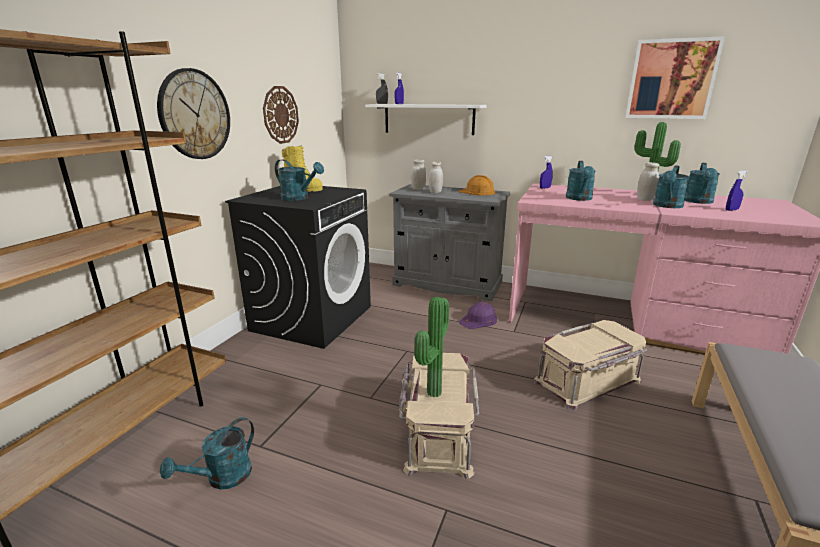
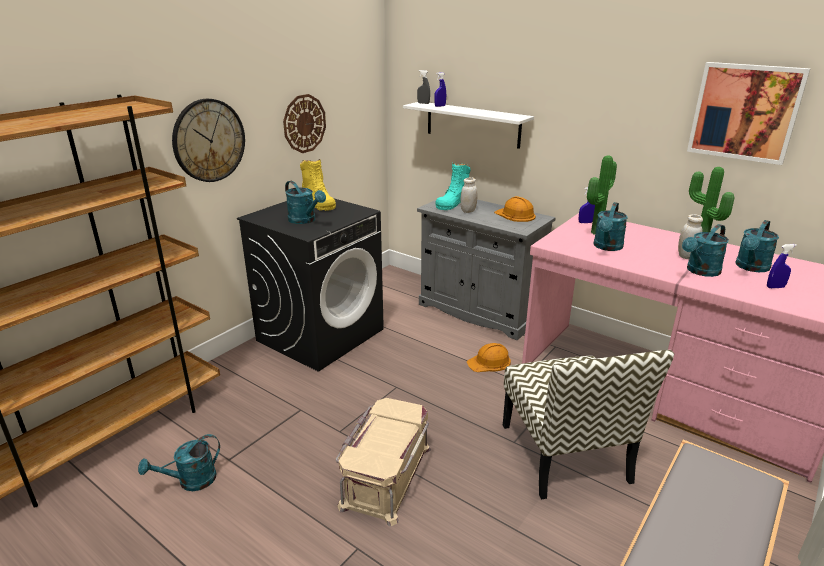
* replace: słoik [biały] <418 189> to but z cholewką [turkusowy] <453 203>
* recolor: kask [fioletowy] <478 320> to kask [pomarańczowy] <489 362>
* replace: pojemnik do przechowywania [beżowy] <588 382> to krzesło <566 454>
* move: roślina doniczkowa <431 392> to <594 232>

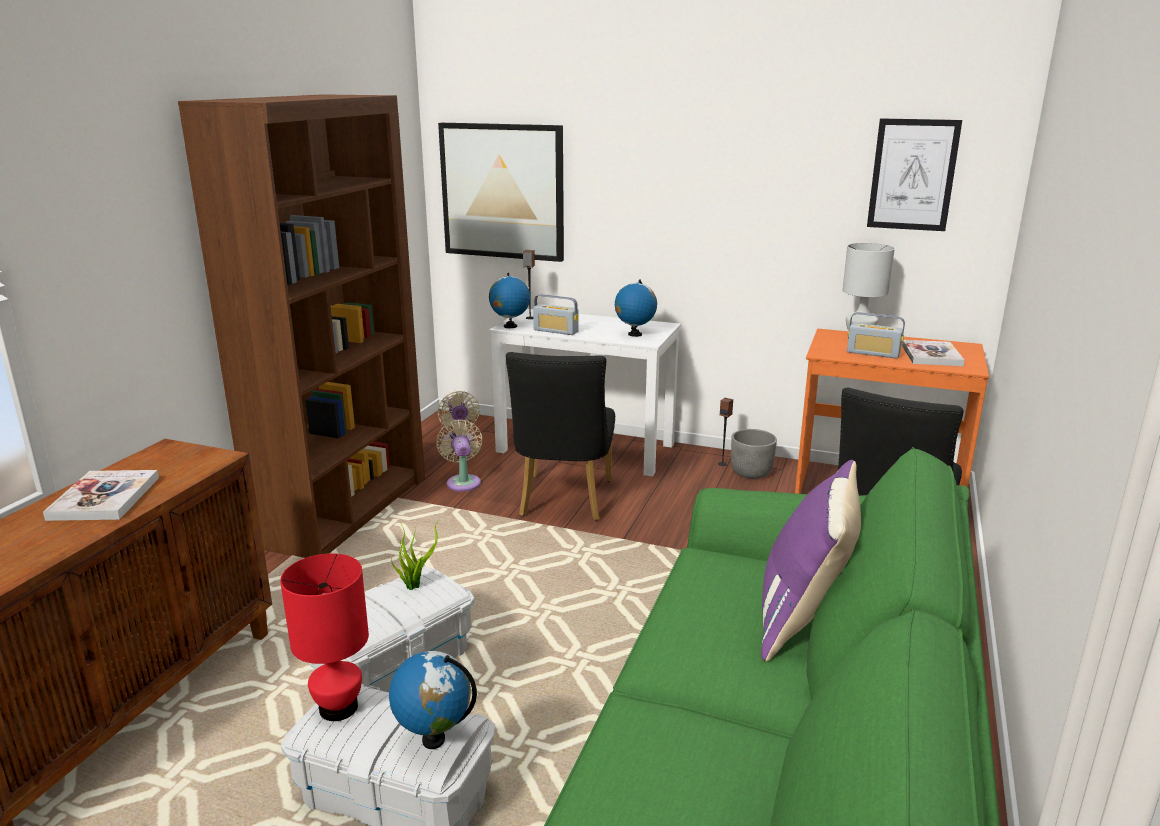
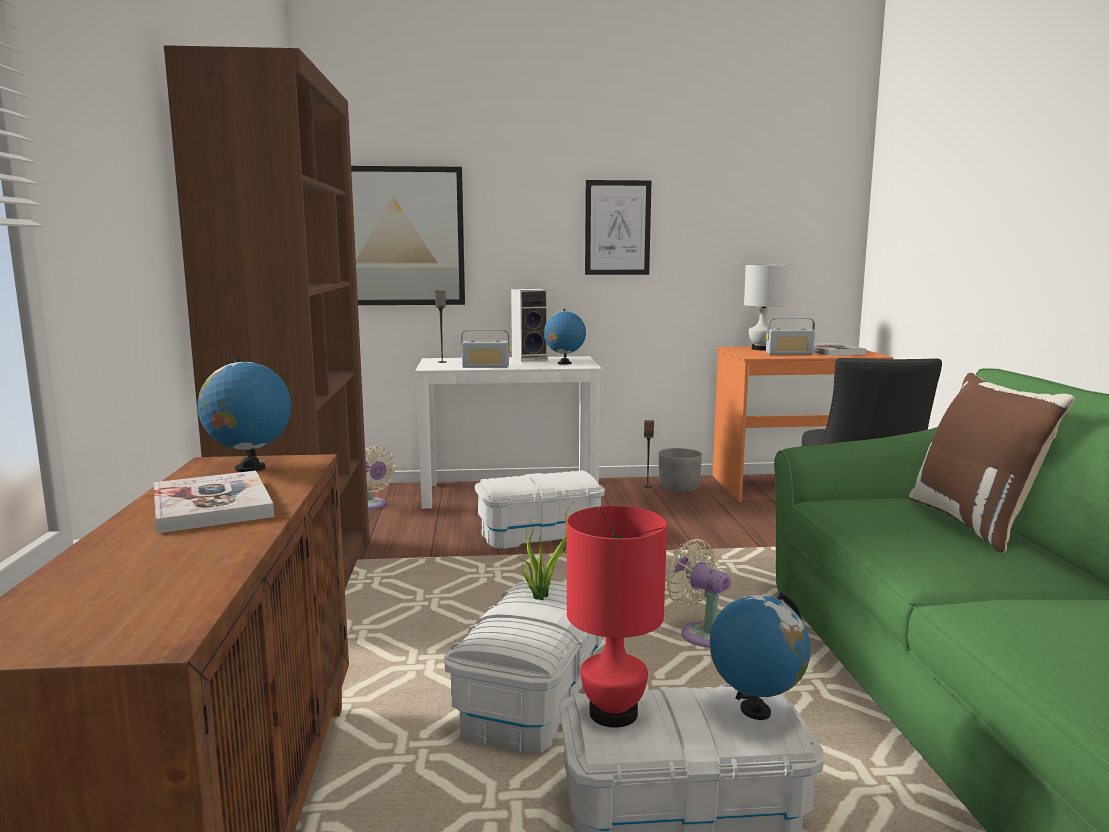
* move: globus <510 326> to <249 468>
* replace: krzesło [czarny] <563 502> to pojemnik do przechowywania [biały] <539 534>
* insert: głośnik <530 359>
* move: obraz <912 175> to <617 228>
* move: wentylator [beżowy] <463 481> to <702 634>
* recolor: poduszka [fioletowy] <803 618> to poduszka [brązowy] <976 523>

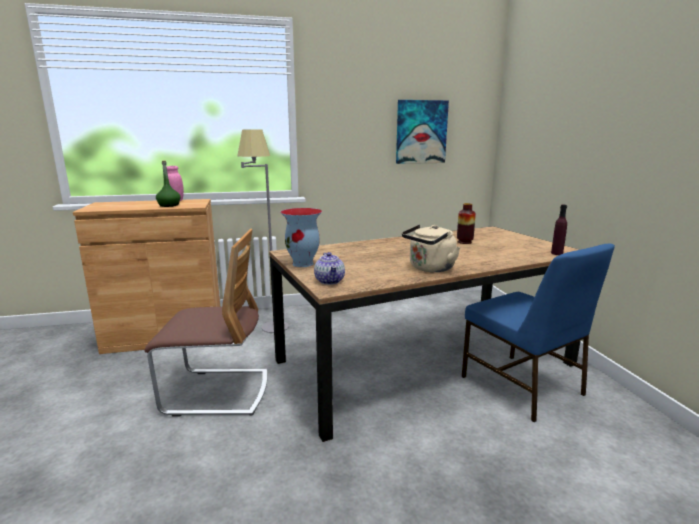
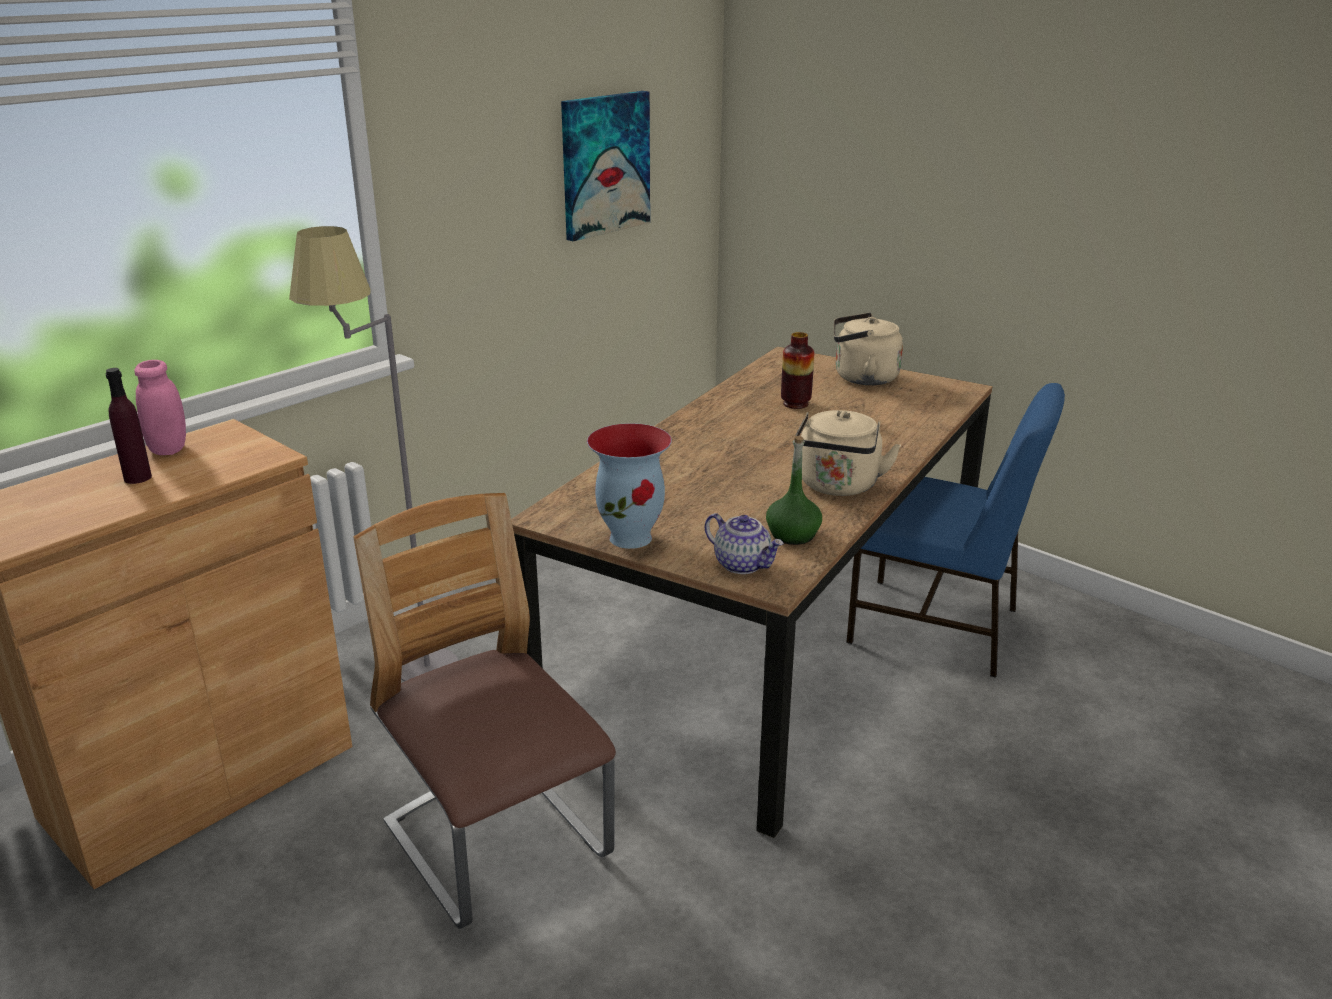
* move: butelka [fioletowy] <557 253> to <138 478>
* rotate: krzesło <217 392> = <497 843> 90 degrees counterclockwise
* move: butelka [zielony] <169 205> to <793 535>
* insert: czajnik [beżowy] <861 378>

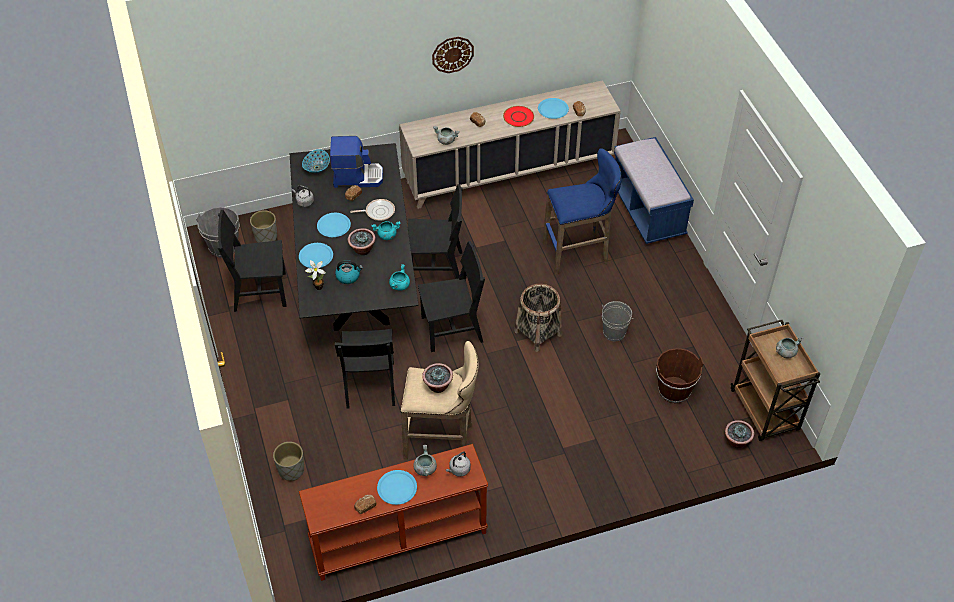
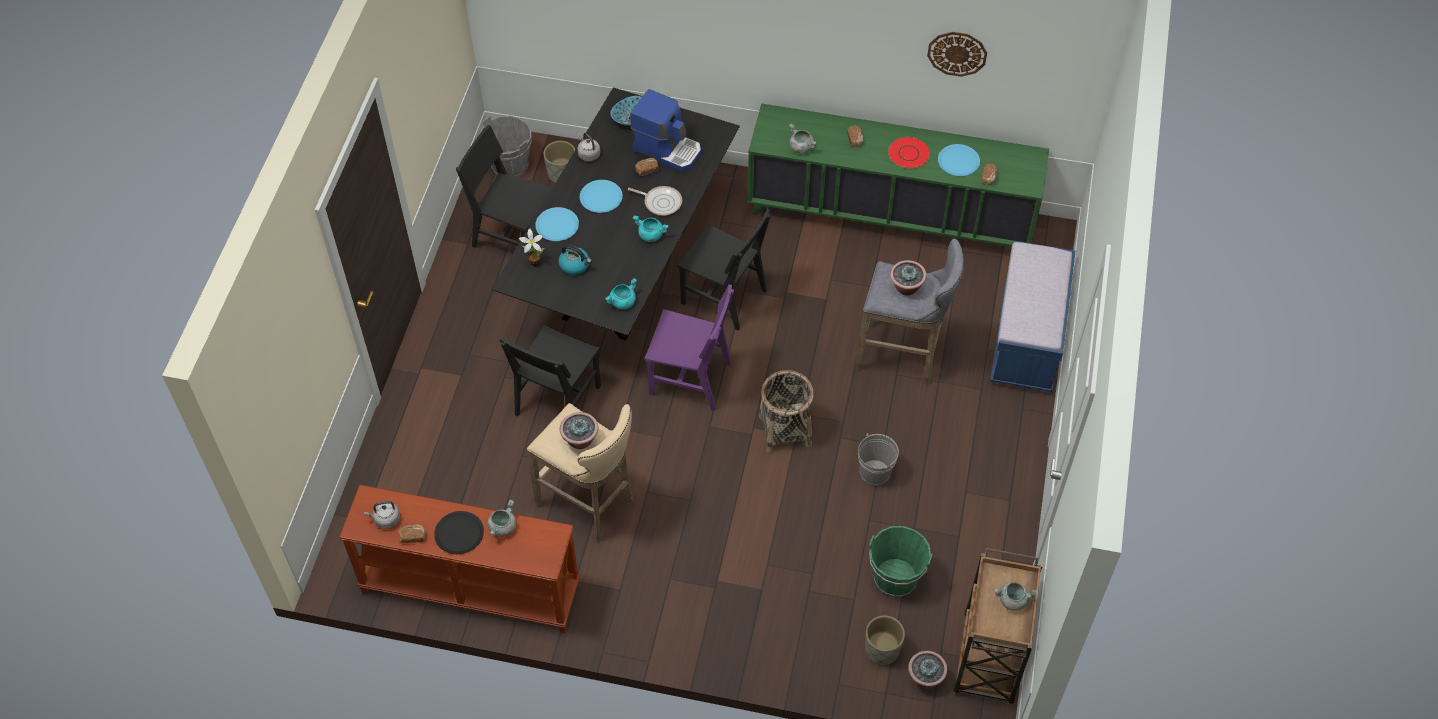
* move: czajnik [szary] <459 470> to <386 519>
* recolor: talerz [niebieski] <397 487> to talerz [czarny] <459 533>
* recolor: krzesło [czarny] <452 329> to krzesło [fioletowy] <690 379>
* recolor: szafka [beżowy] <508 172> to szafka [zielony] <890 216>
* recolor: stołek [niebieski] <578 253> to stołek [szary] <902 355>
* move: donica [szary] <291 470> to <882 649>
* recolor: wiadro [brązowy] <674 390> to wiadro [zielony] <895 578>
* move: roślina doniczkowa <362 250> to <906 288>
* move: zegar ścienny <452 54> to <957 53>

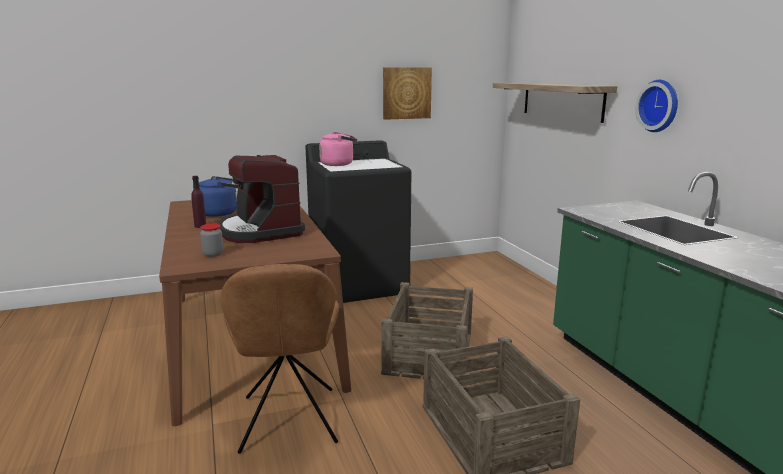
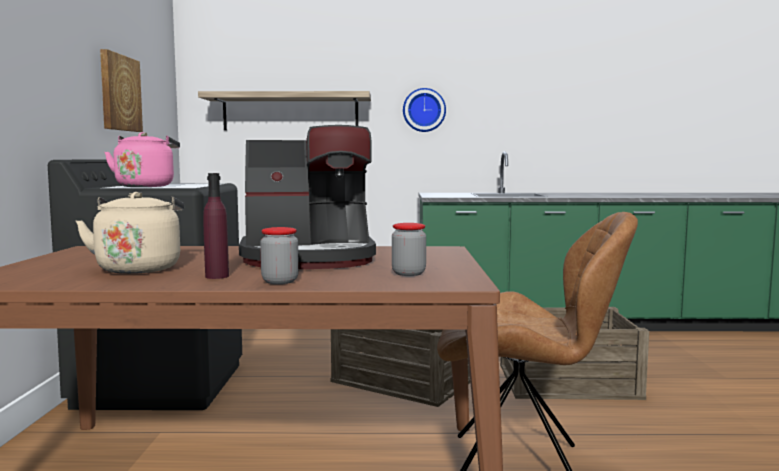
* recolor: czajnik [niebieski] <221 213> to czajnik [beżowy] <139 268>
* insert: słoik <280 281>

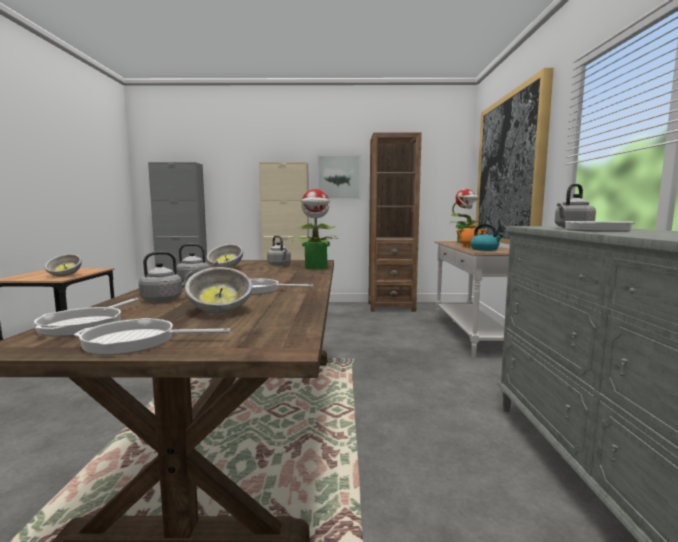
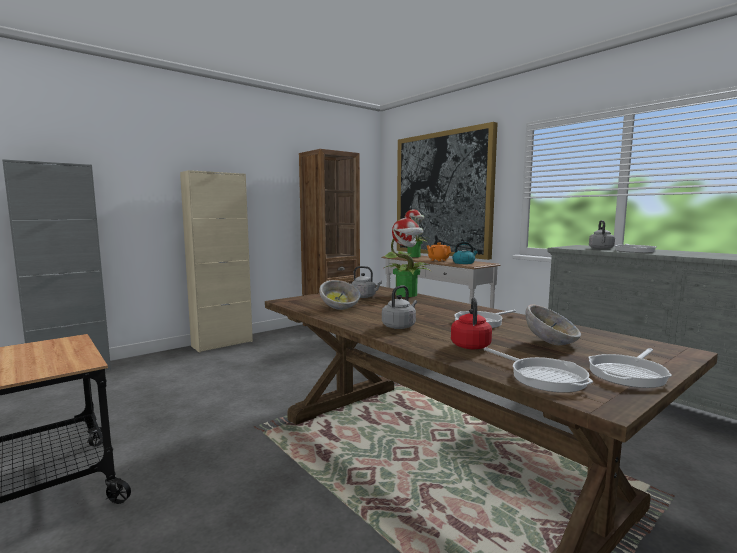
* recolor: czajnik [szary] <164 299> to czajnik [czerwony] <470 345>
* delete: miska <65 276>
* delete: obraz <338 177>

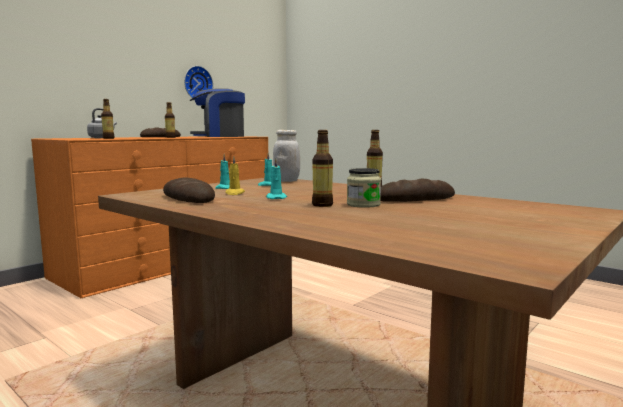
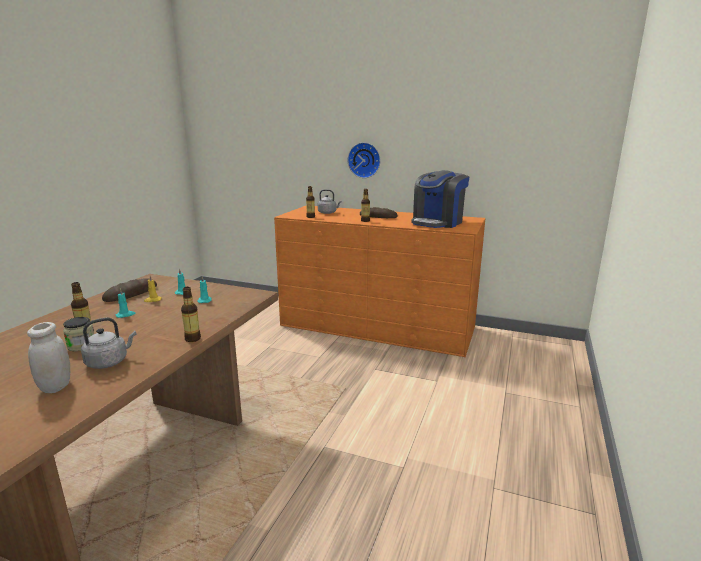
* move: słoik [biały] <286 181> to <56 387>
* replace: chleb <415 199> to czajnik [szary] <109 362>
* move: zegar ścienny <197 83> to <364 160>
* rotate: ekspres do kawy <219 136> = <437 222> 105 degrees counterclockwise

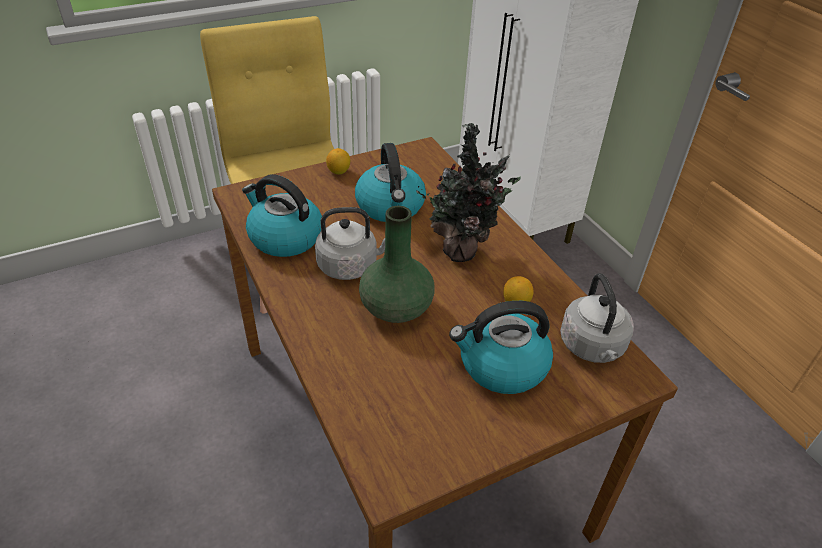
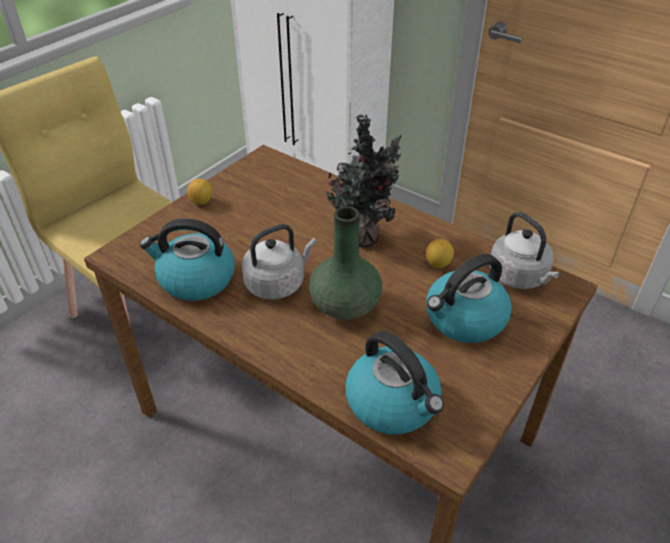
* move: czajnik <391 206> to <393 403>

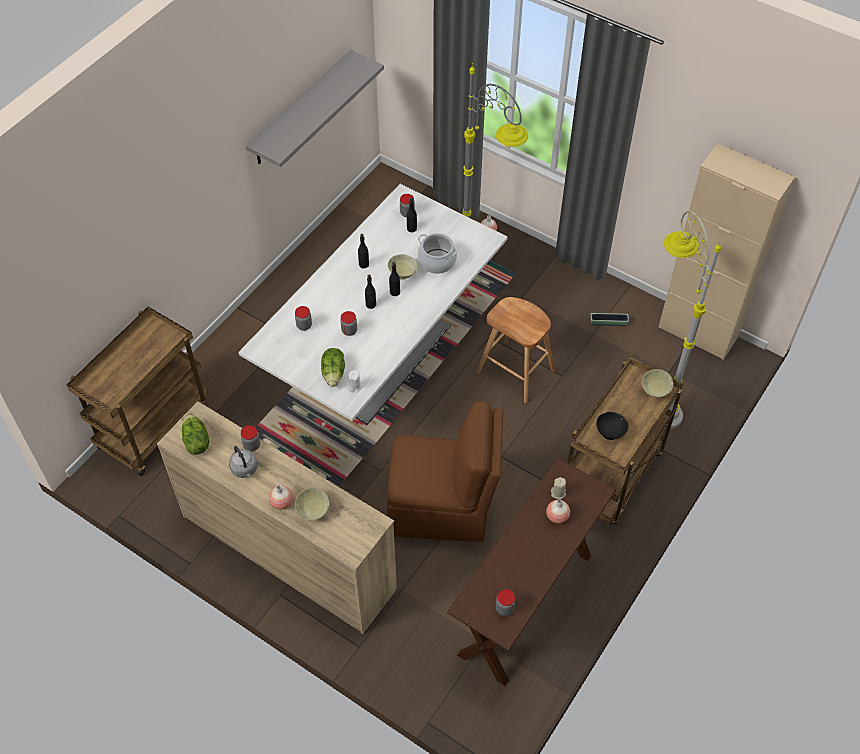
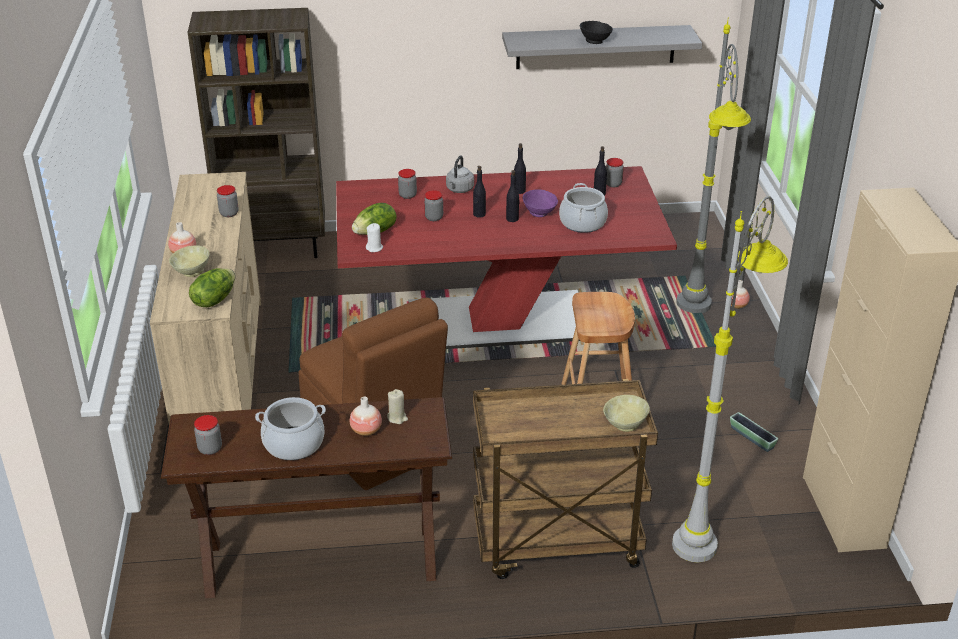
* replace: wózek [brązowy] <153 425> to regał [brązowy] <275 248>
* move: sałata <196 441> to <214 300>
* insert: garnek <294 444>
* recolor: stół jadalny [biały] <381 359> to stół jadalny [czerwony] <498 322>
* move: czajnik [szary] <245 470> to <459 190>
* recolor: miska [beżowy] <403 274> to miska [fioletowy] <539 213>
* move: miska [czarny] <610 432> to <595 41>

